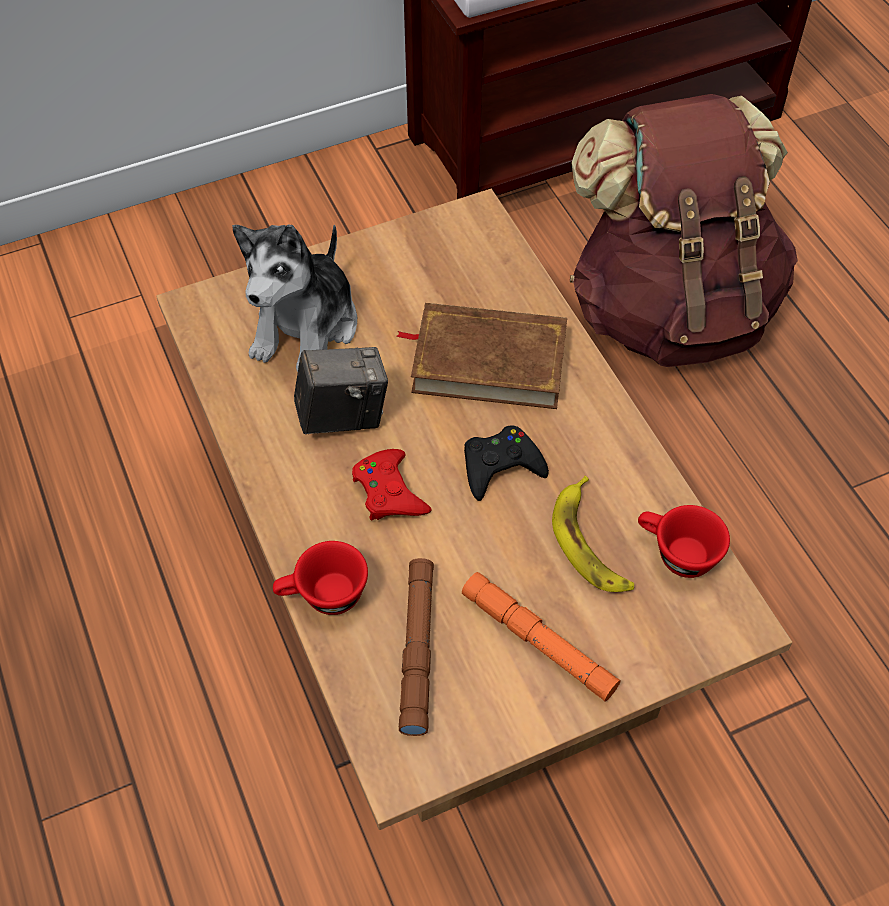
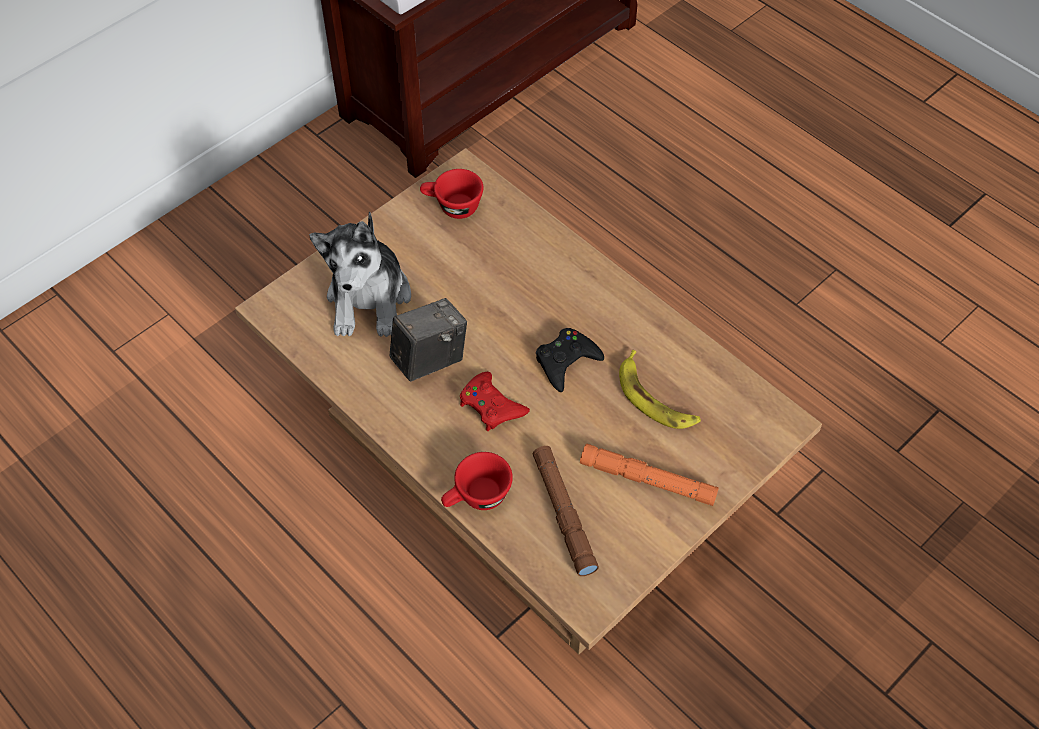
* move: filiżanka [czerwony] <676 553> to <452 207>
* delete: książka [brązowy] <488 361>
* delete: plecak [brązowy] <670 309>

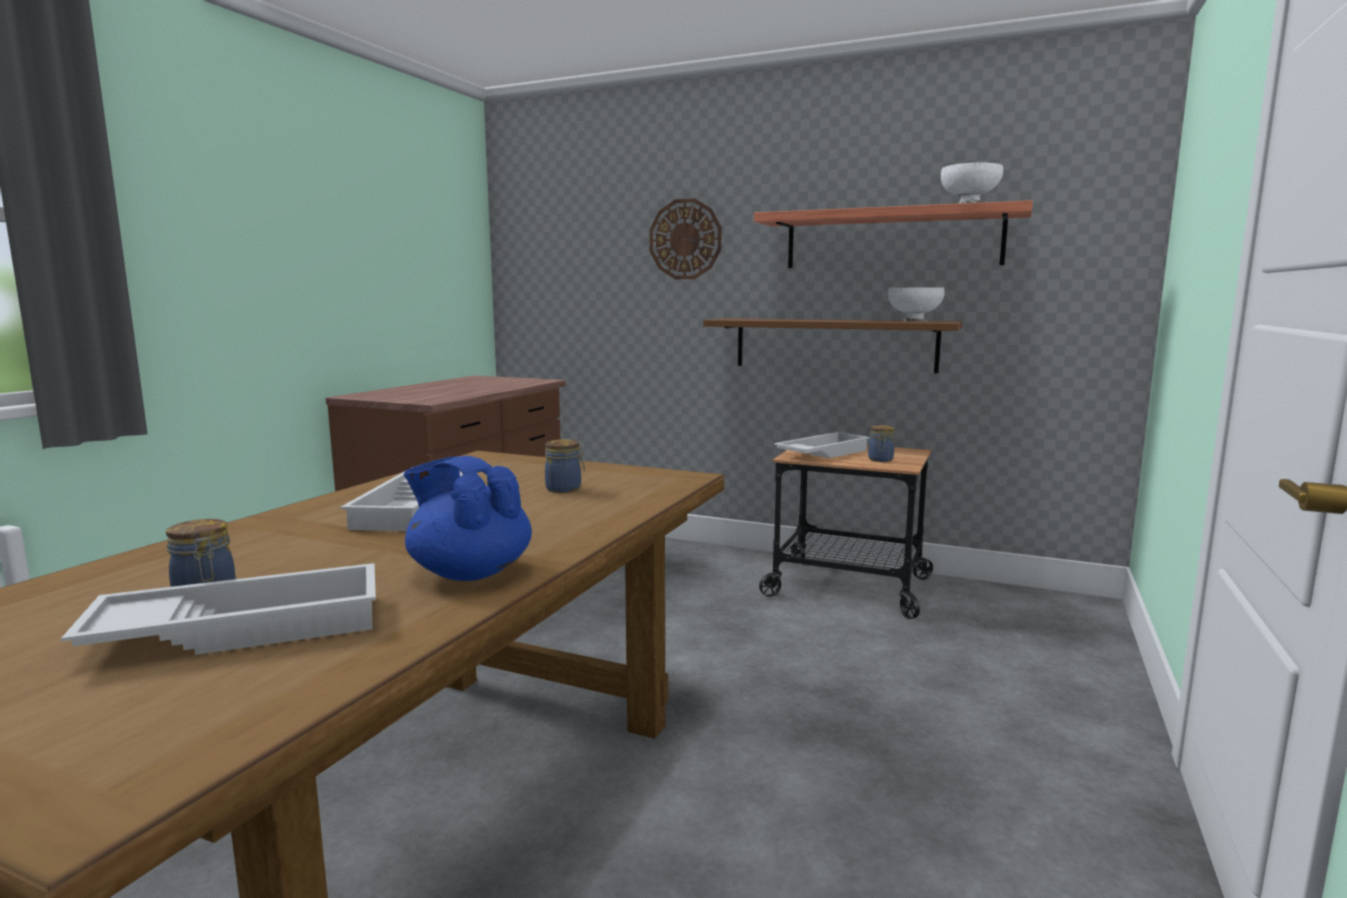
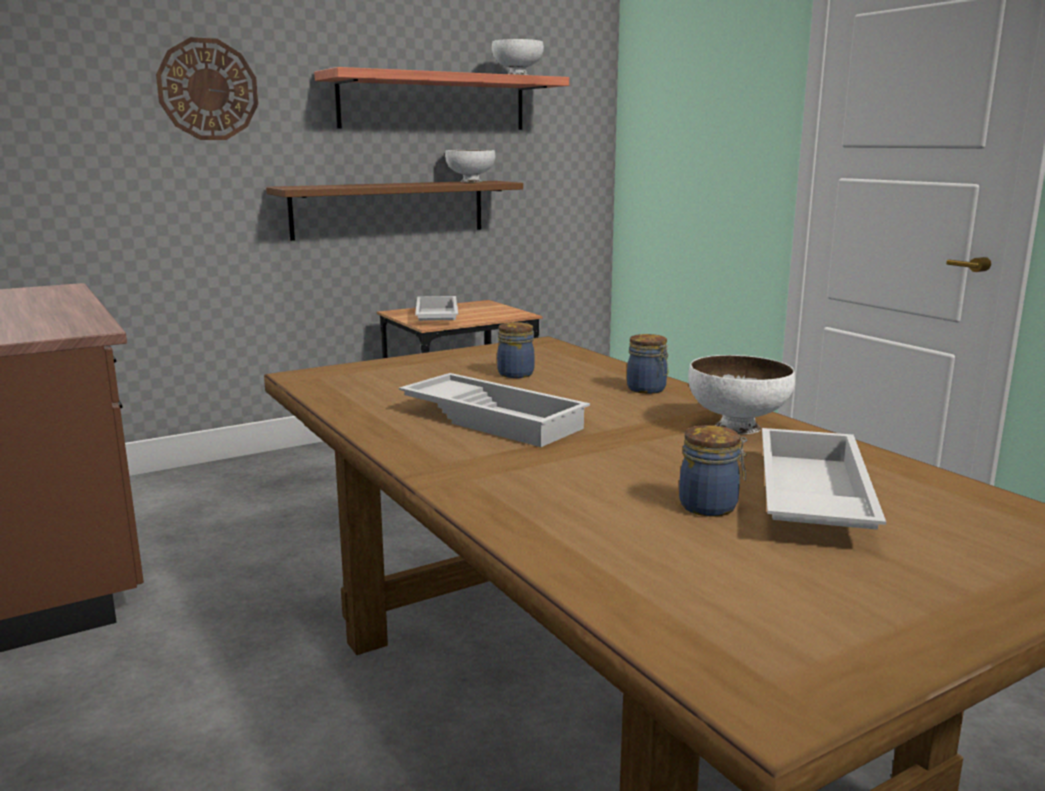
* move: słoik <880 460> to <647 389>
* replace: imbryk [niebieski] <469 572> to miska [biały] <736 427>

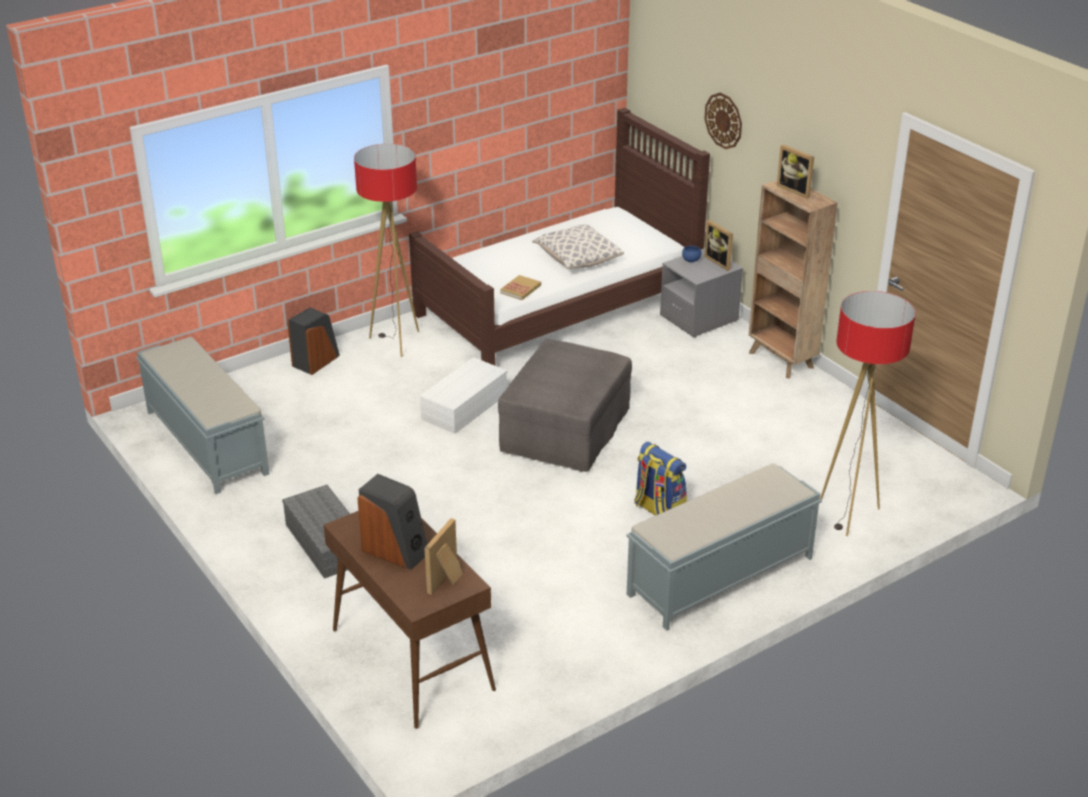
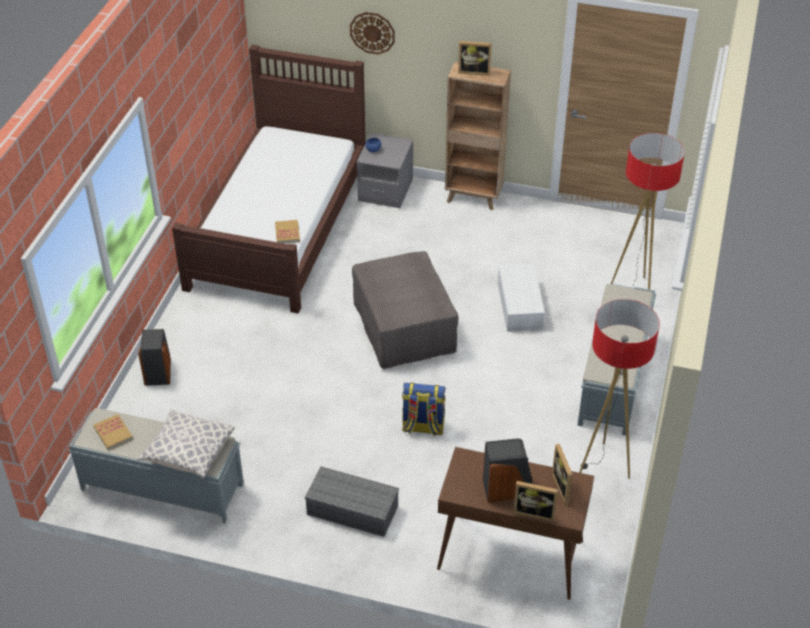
* insert: książka <113 433>
* move: poduszka <577 259> to <188 453>
* move: plecak <658 510> to <423 427>
* move: pojemnik do przechowywania [biały] <464 406> to <518 305>
* move: ramka na zdjęcie <720 262> to <534 512>
* move: lampa stojąca <396 342> to <603 465>

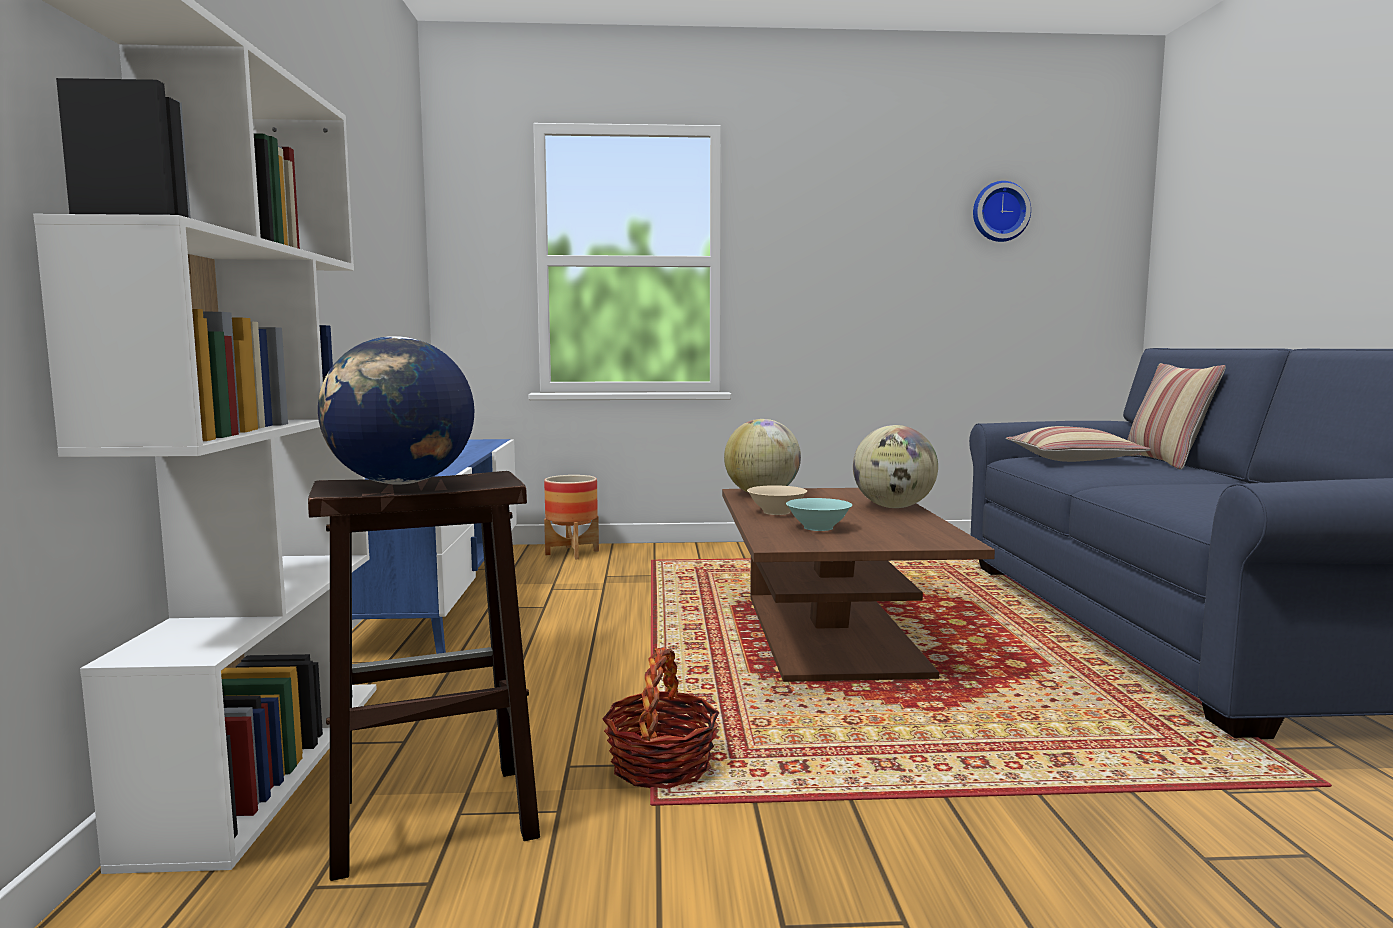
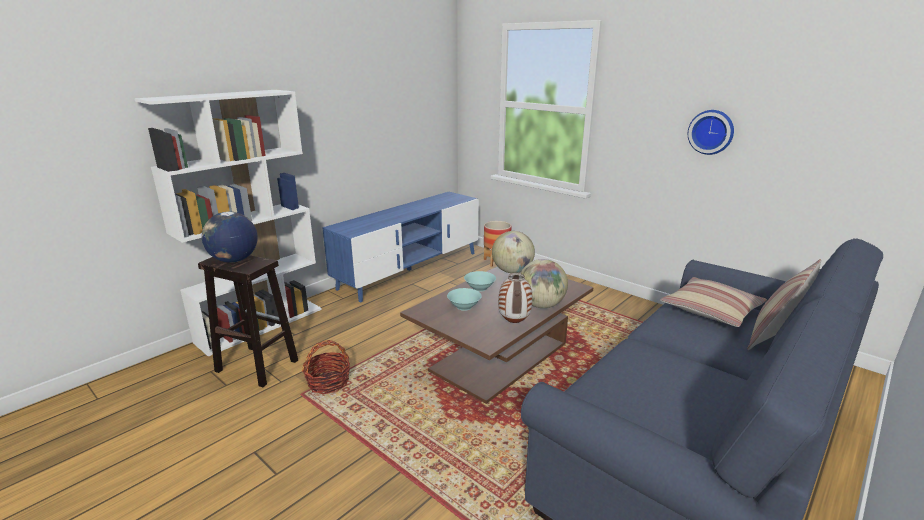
* recolor: miska [beżowy] <776 512> to miska [turkusowy] <480 288>
* insert: wazon <513 322>
* move: zegar ścienny <999 212> to <711 132>

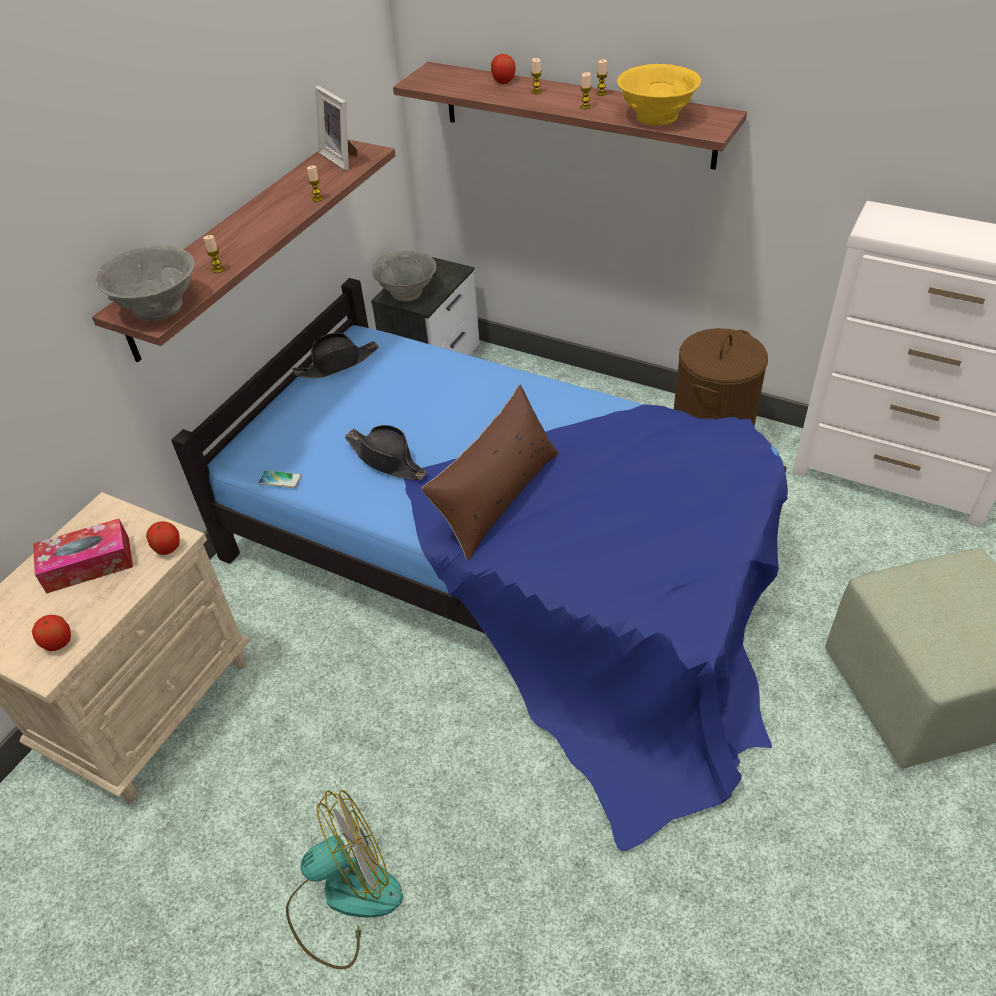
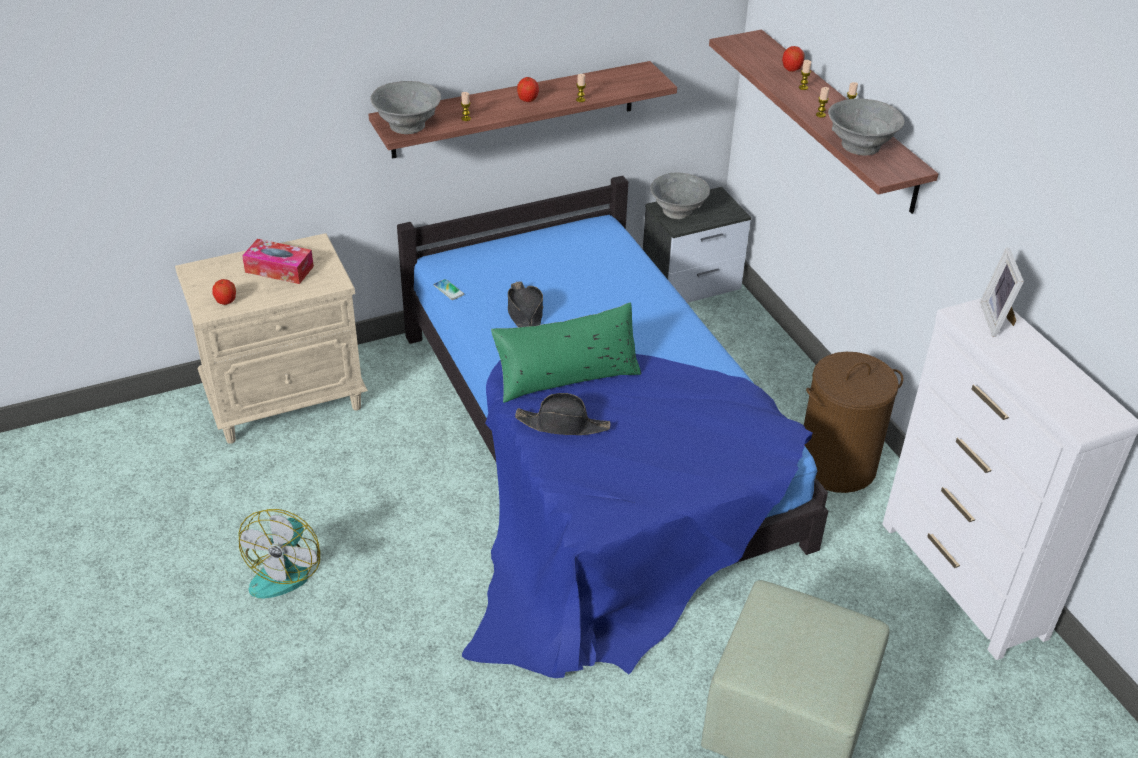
* rotate: wentylator <344 898> = <285 569> 90 degrees clockwise
* recolor: poduszka [brązowy] <497 496> to poduszka [zielony] <567 377>
* move: kapelusz [czarny] <337 363> to <563 425>
* move: jabłko <168 548> to <527 100>
* recolor: miska [żółty] <655 117> to miska [szary] <860 146>
* move: ramka na zdjęcie <342 158> to <998 320>

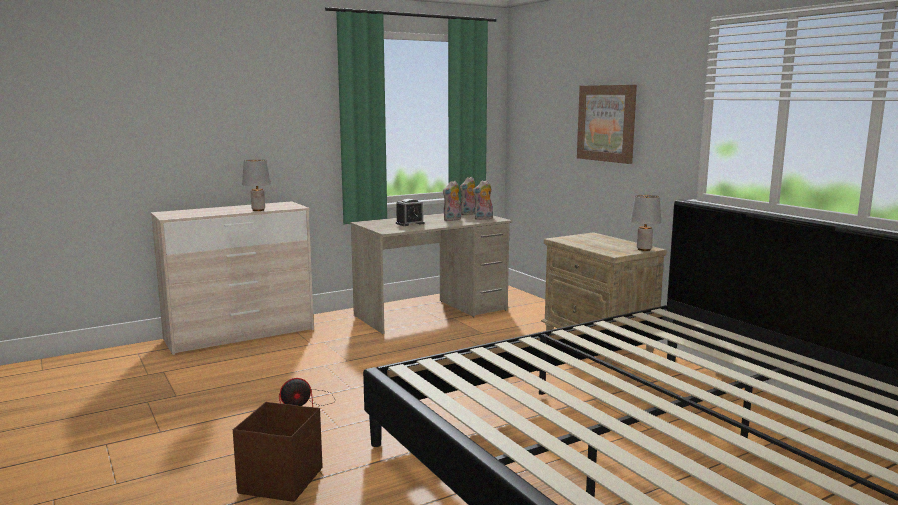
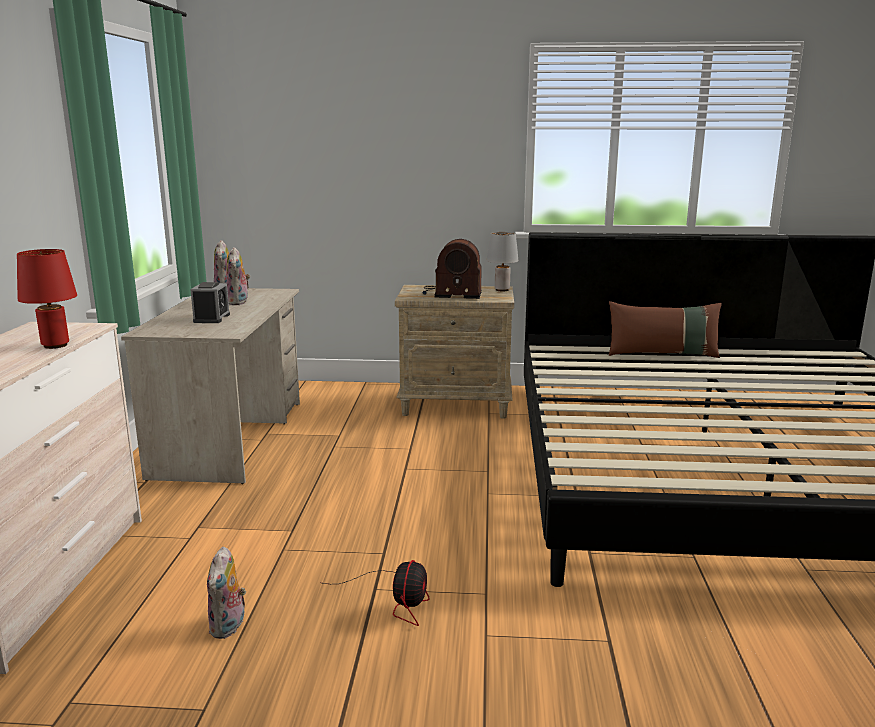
* recolor: lampa stołowa [szary] <258 210> to lampa stołowa [czerwony] <56 345>
* move: pluszak <483 219> to <229 627>
* insert: radio <451 293>
* insert: poduszka [brązowy] <662 354>
* delete: pojemnik do przechowywania [brązowy] <282 480>
* delete: obraz <607 123>

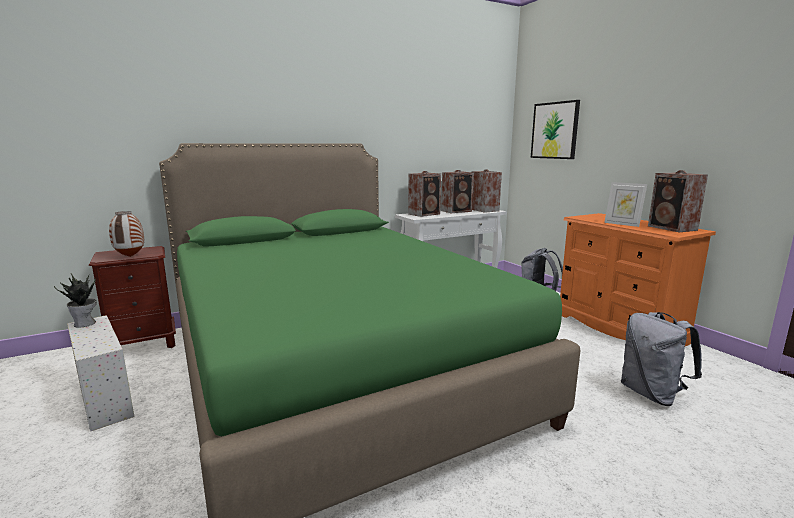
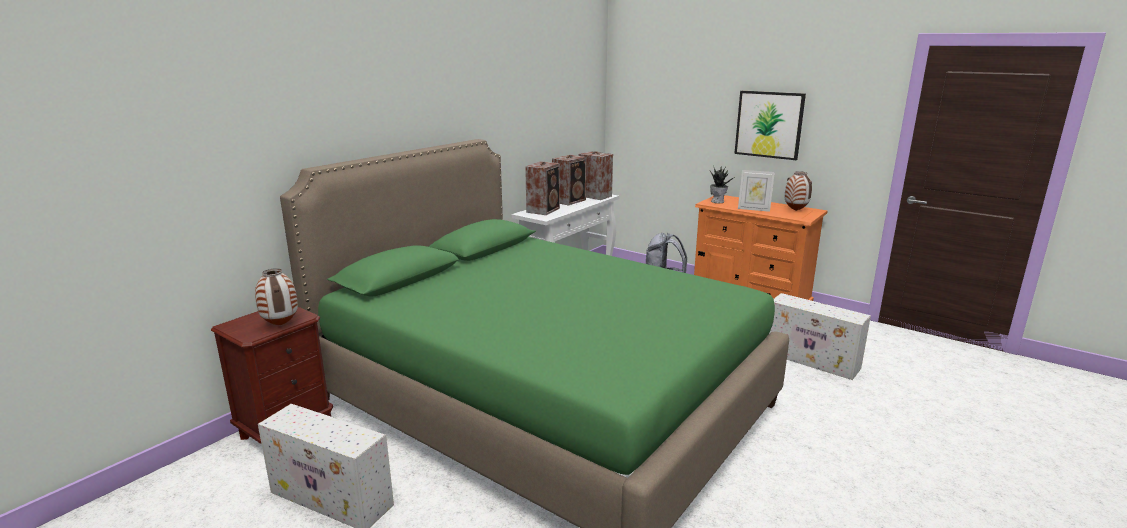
* move: roślina doniczkowa <86 323> to <718 201>
* move: obraz <555 130> to <769 124>
* replace: plecak [szary] <652 394> to pojemnik do przechowywania [biały] <812 360>
* replace: głośnik <673 228> to wazon <796 210>

